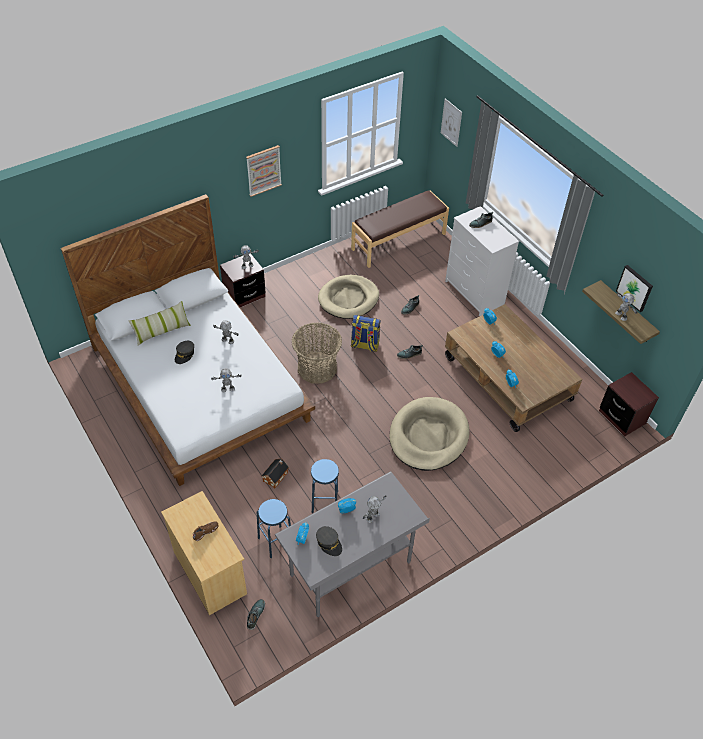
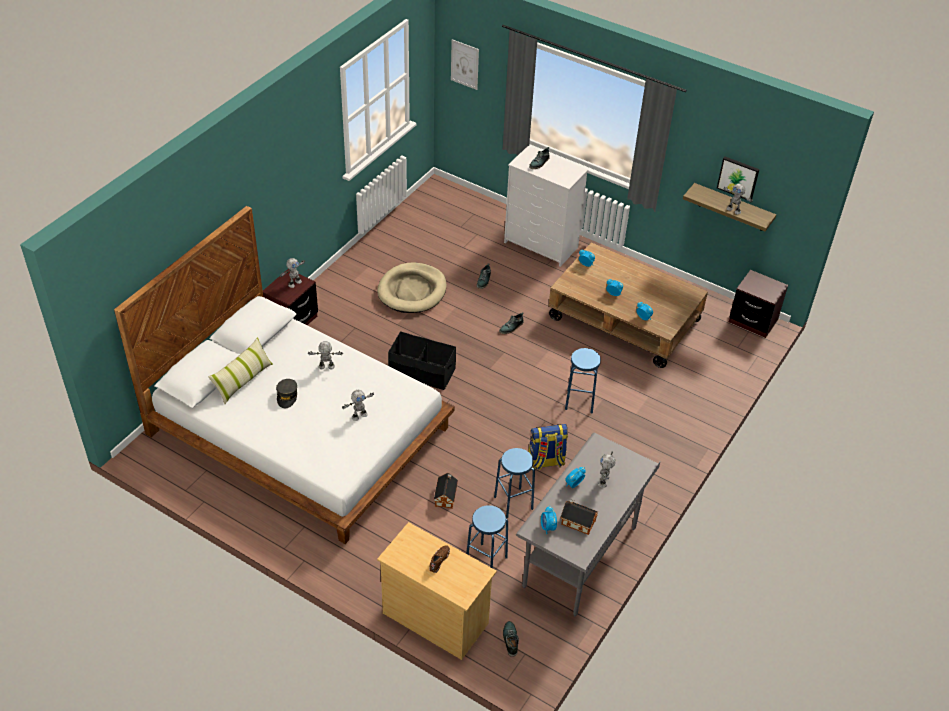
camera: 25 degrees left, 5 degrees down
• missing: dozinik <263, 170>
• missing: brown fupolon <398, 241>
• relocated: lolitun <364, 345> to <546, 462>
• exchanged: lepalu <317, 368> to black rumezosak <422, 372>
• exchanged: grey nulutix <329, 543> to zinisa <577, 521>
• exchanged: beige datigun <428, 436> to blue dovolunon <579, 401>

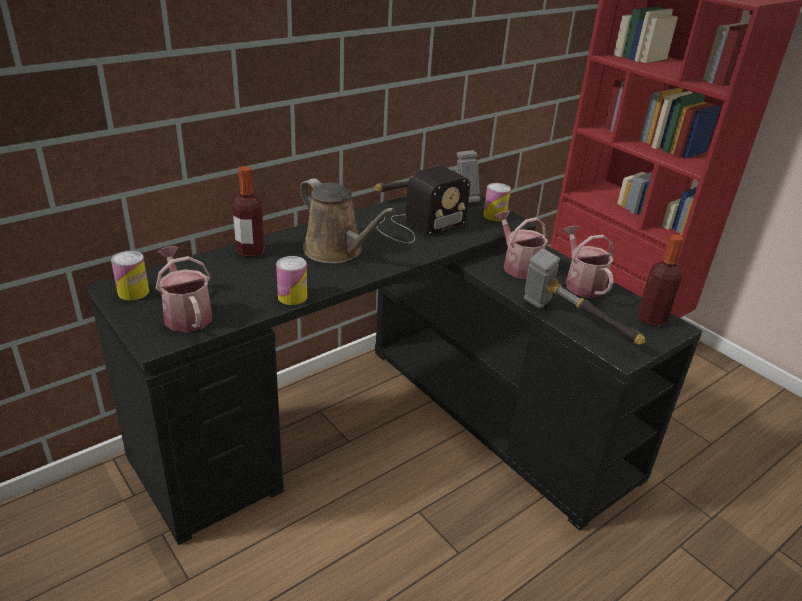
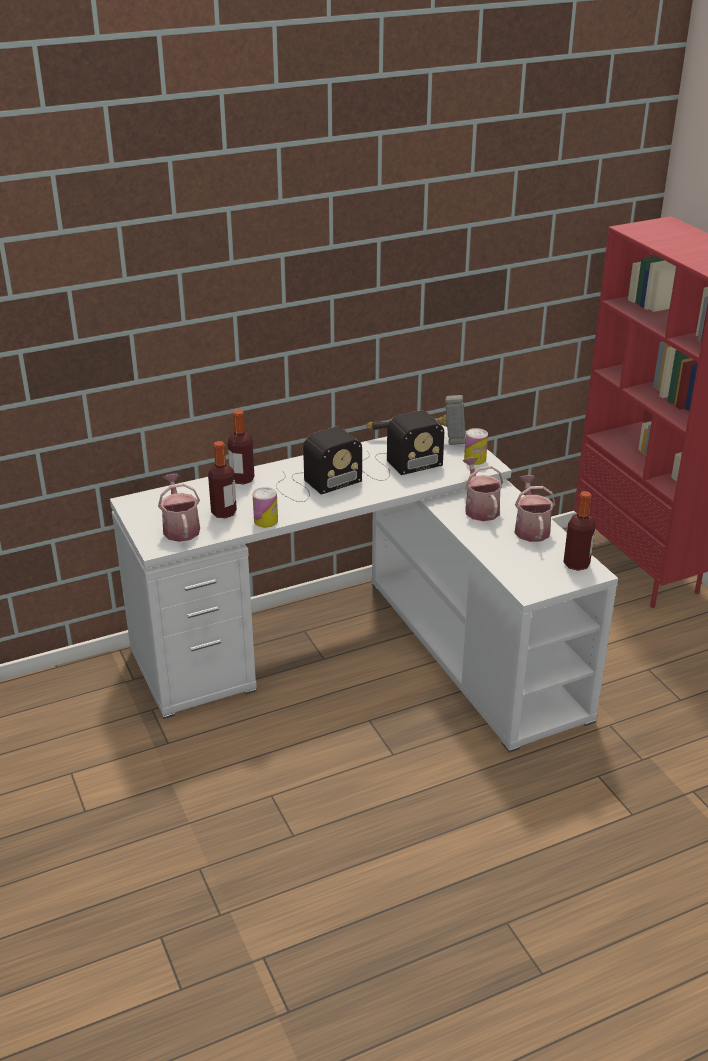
camera: 15 degrees right, 0 degrees up
• missing: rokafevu <133, 292>
• missing: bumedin <574, 324>
• appeared: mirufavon <224, 513>
• exchanged: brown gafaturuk <337, 251> to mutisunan <315, 484>
• colour: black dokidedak <395, 422> to white dokidedak <372, 648>

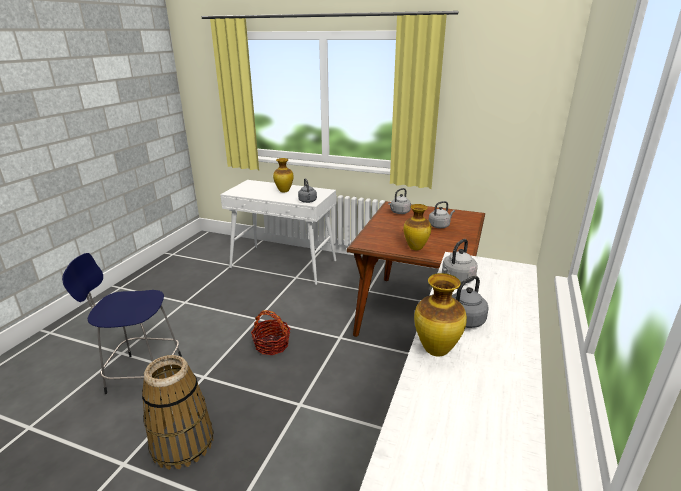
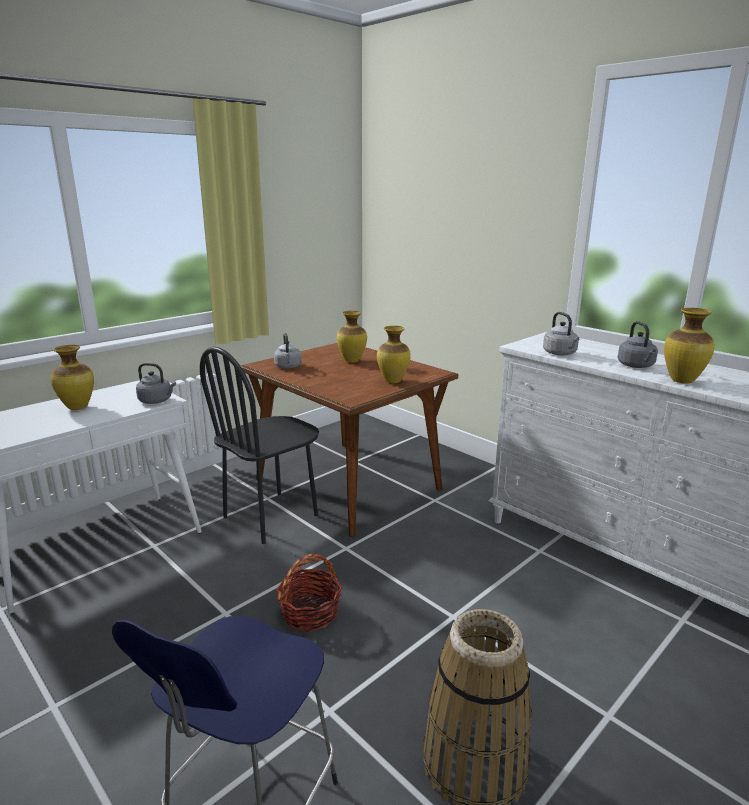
camera: 65 degrees left, 5 degrees down
• appeared: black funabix <271, 516>
• exchanged: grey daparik <440, 225> to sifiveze <351, 361>

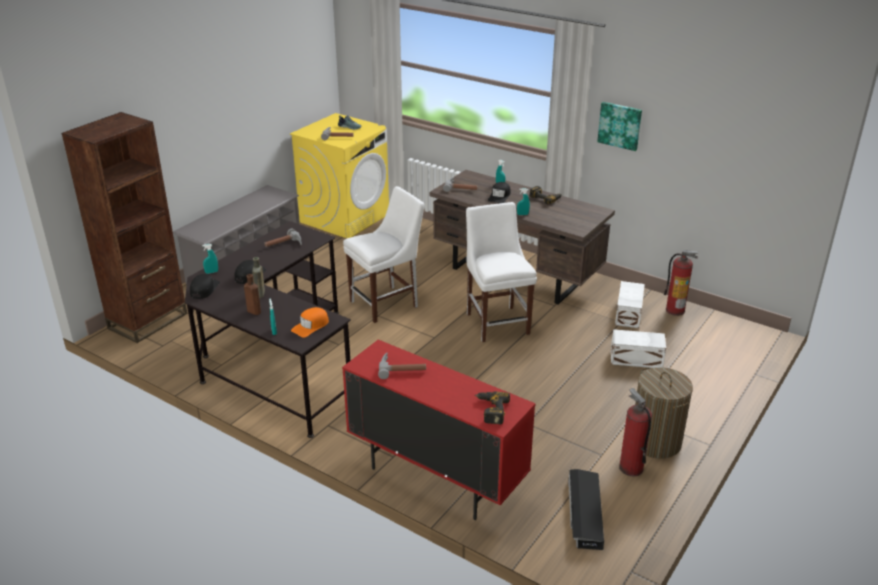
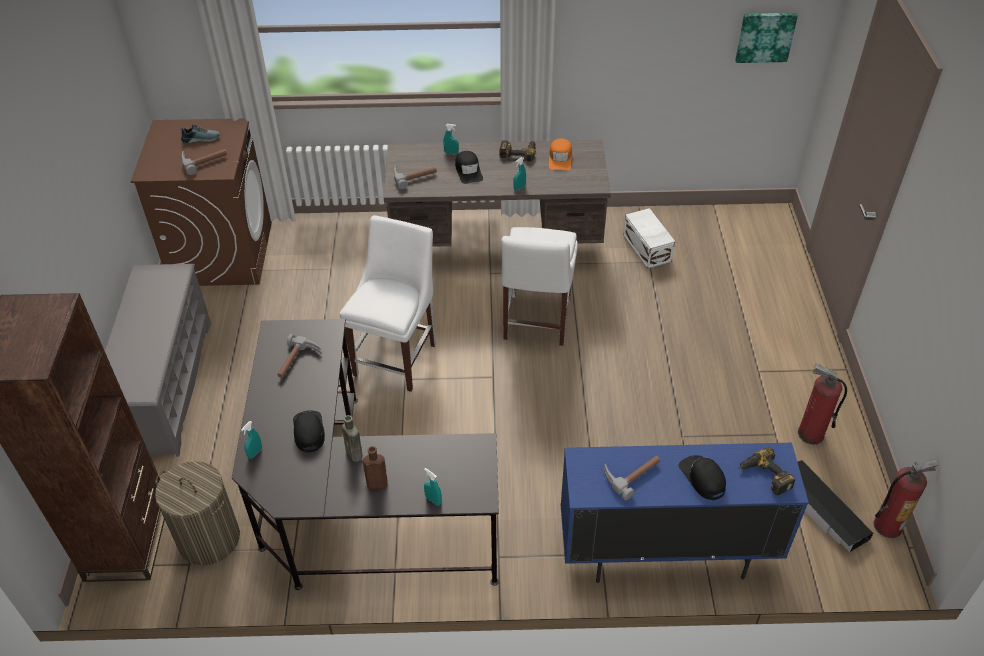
camera: 35 degrees left, 15 degrees up
• missing: white rumezosak <637, 359>
• relocated: black nulutix <204, 289> to <702, 478>
• relocated: orange nulutix <311, 326> to <560, 158>
• relocated: dozinik <620, 125> to <765, 36>
• relocated: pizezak <655, 442> to <209, 539>
• relocated: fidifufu <675, 310> to <888, 525>
• colour: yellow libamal <345, 217> to brown libamal <222, 252>
• colour: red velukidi <435, 478> to blue velukidi <665, 554>
• spun: white funabix <497, 322> = <536, 322> 120 degrees counterclockwise

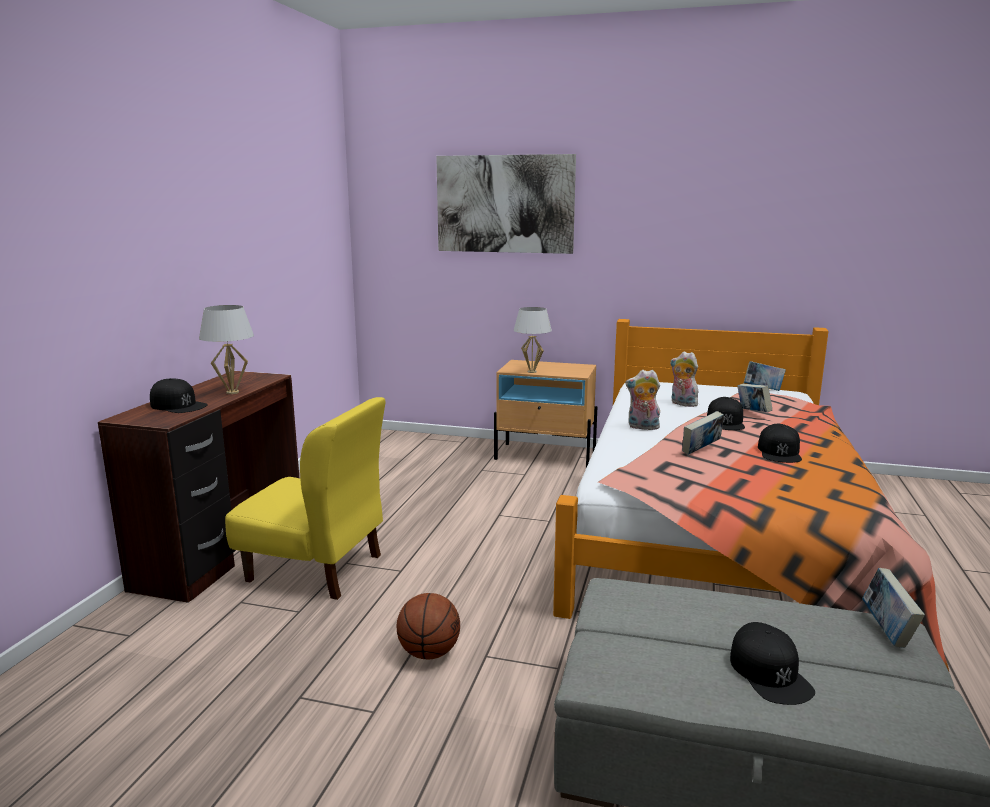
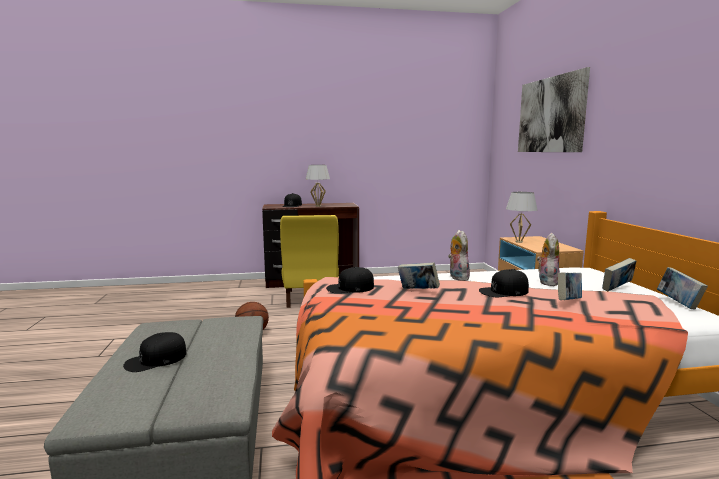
camera: 65 degrees right, 5 degrees down
• relocated: black nulutix <779, 452> to <350, 288>
• relocated: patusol <887, 631> to <617, 289>

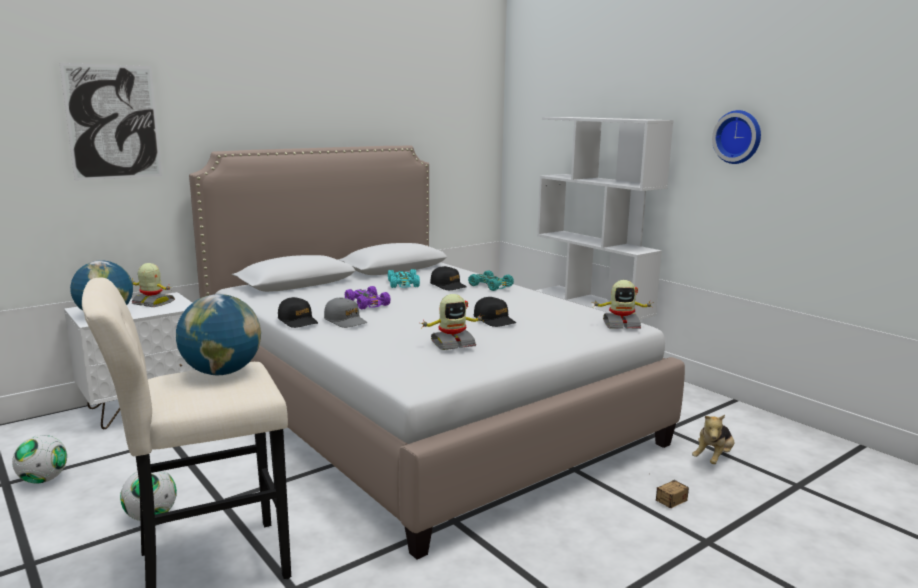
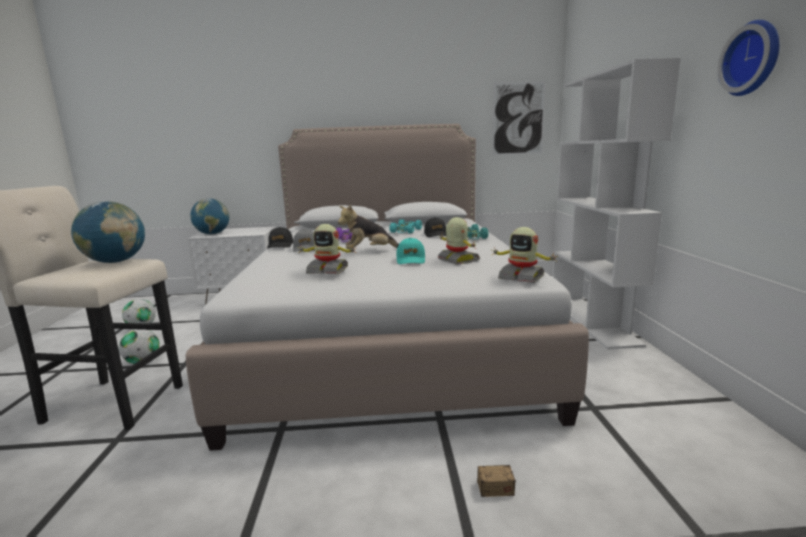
camera: 35 degrees right, 0 degrees up
• relocated: dozinik <113, 122> to <518, 118>
• relocated: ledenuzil <152, 303> to <457, 260>
• relocated: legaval <713, 458> to <369, 252>
• colour: black nulutix <494, 320> to turquoise nulutix <411, 260>

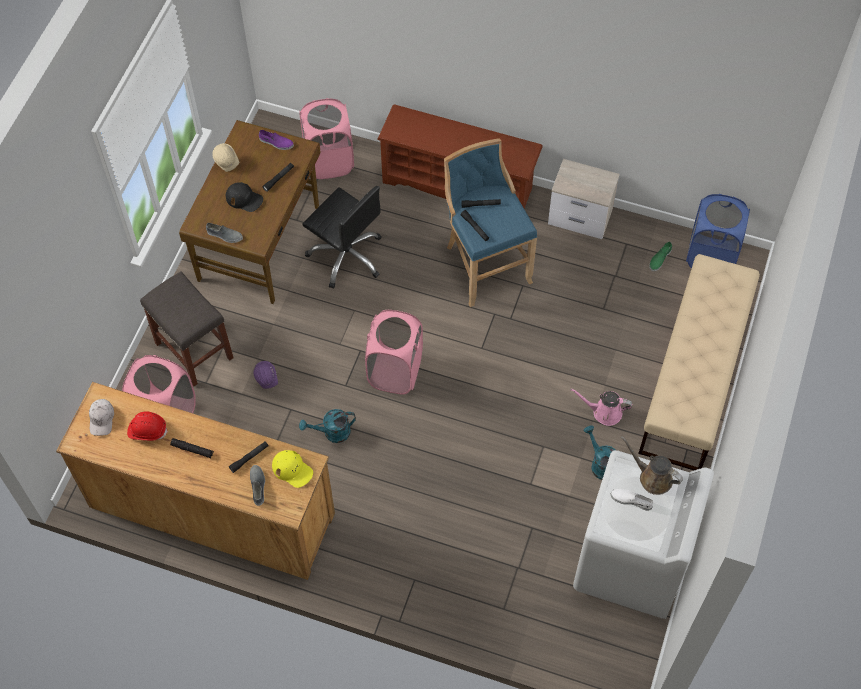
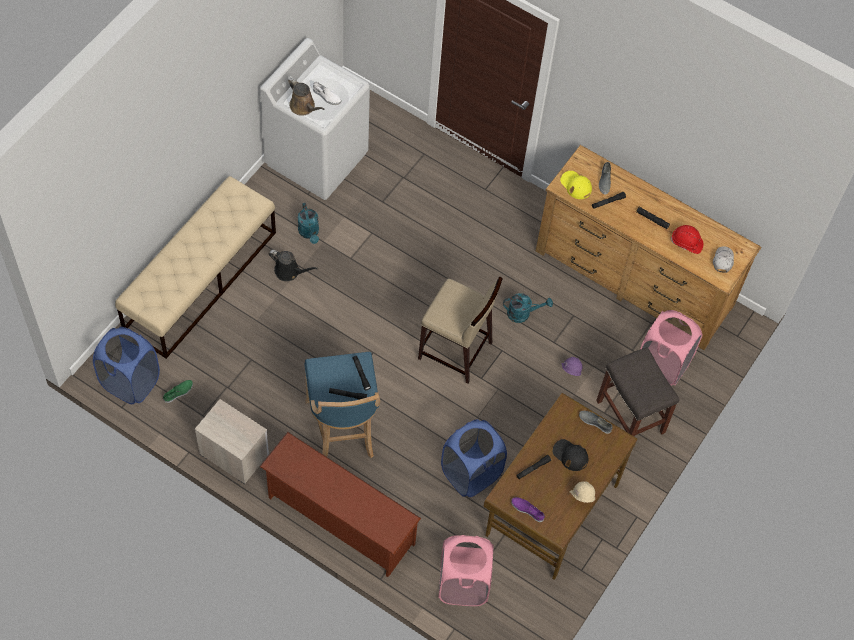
camera: 170 degrees left, 0 degrees up
• exchanged: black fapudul <346, 256> to blue pizezak <471, 473>
• exchanged: pink pizezak <395, 371> to beige dovolunon <455, 351>
• colour: pink gafaturuk <604, 412> to black gafaturuk <289, 271>

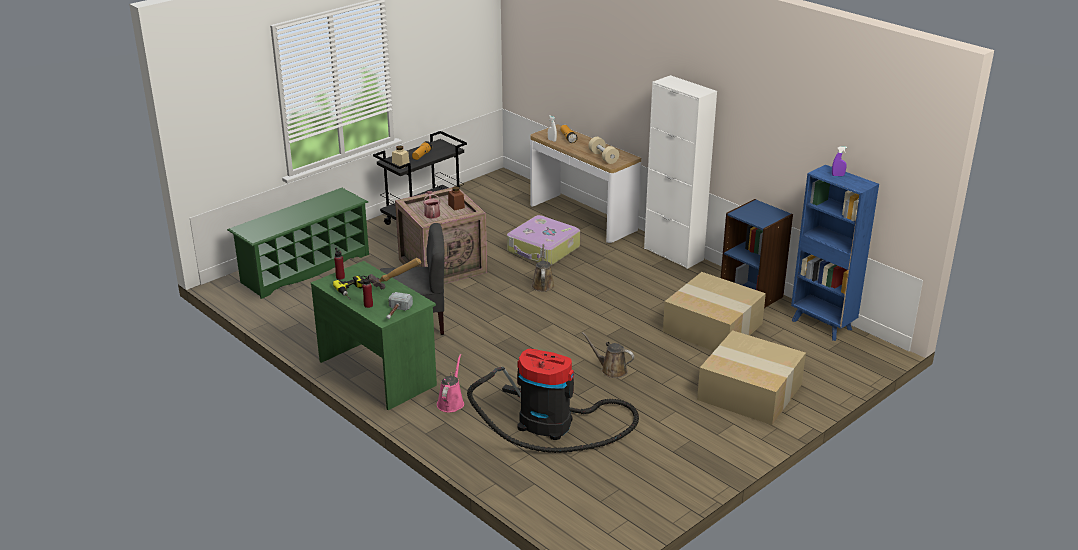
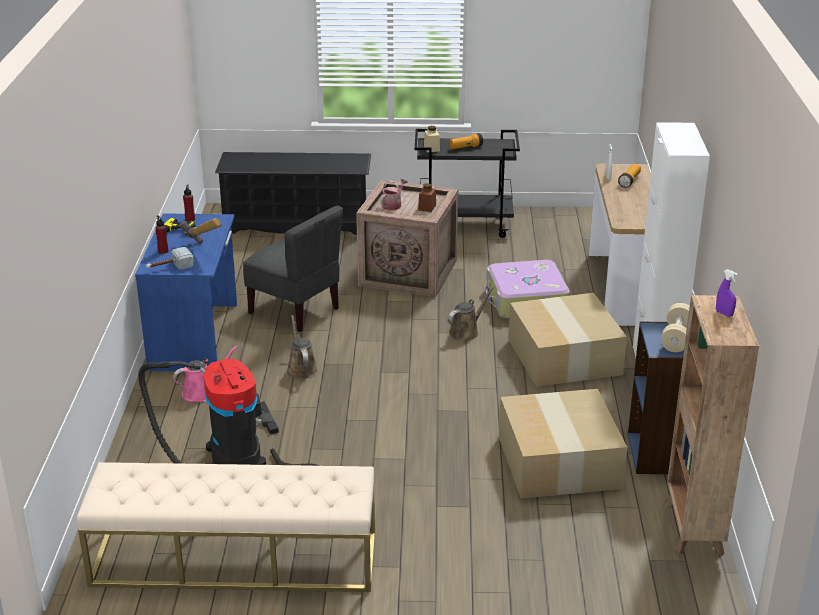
camera: 45 degrees right, 0 degrees up
• appeared: beige fupolon <234, 560>
• relocated: brown gafaturuk <611, 370> to <301, 369>
• relocated: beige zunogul <603, 157> to <676, 338>
• relocated: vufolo <748, 392> to <562, 356>
• colour: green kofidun <305, 268> to black kofidun <297, 224>
• colour: green dokidedak <378, 372> to blue dokidedak <196, 336>
• colour: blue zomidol <822, 325> to brown zomidol <692, 531>

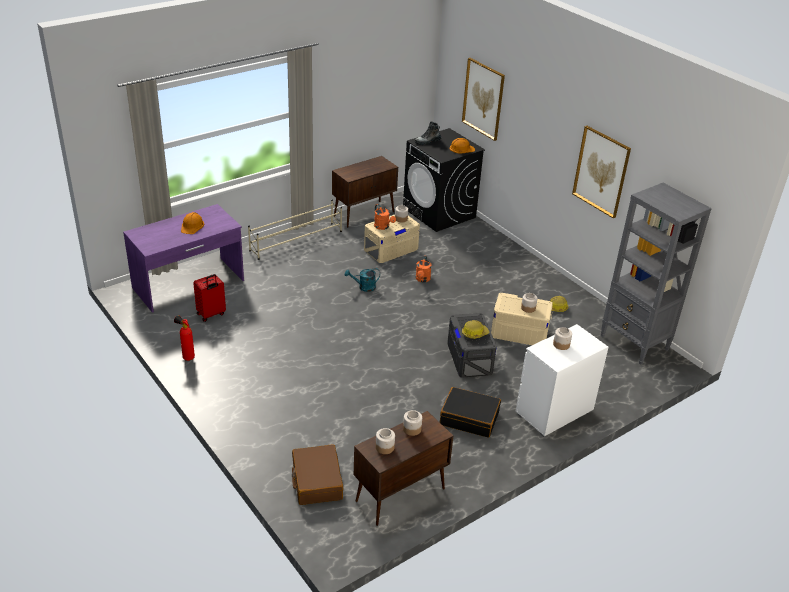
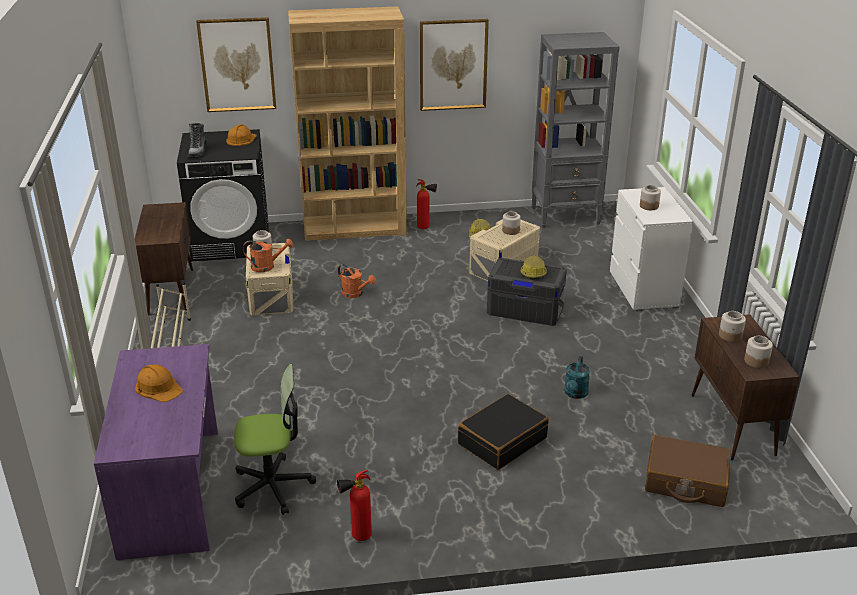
camera: 60 degrees left, 5 degrees down
• appeared: brown zomidol <355, 228>
• appeared: fidifufu <426, 228>
• relocated: turquoise gafaturuk <364, 287> to <575, 394>
• relocated: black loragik <469, 418> to <502, 441>
• exchanged: red loragik <211, 314> to fapudul <273, 486>

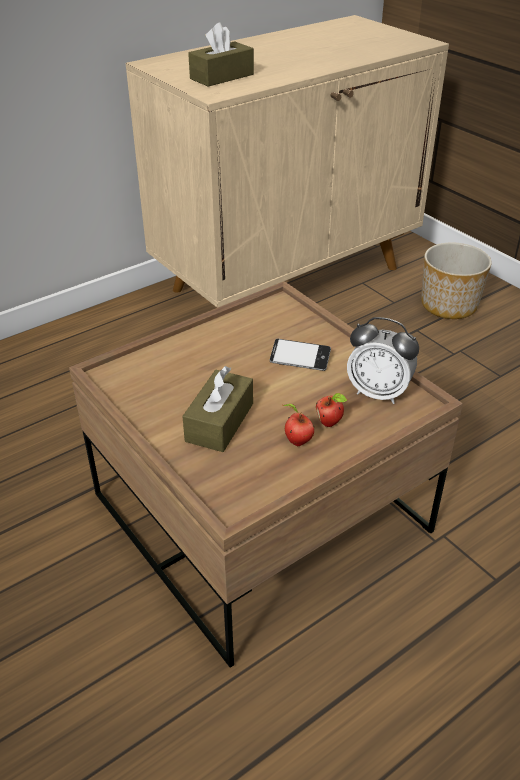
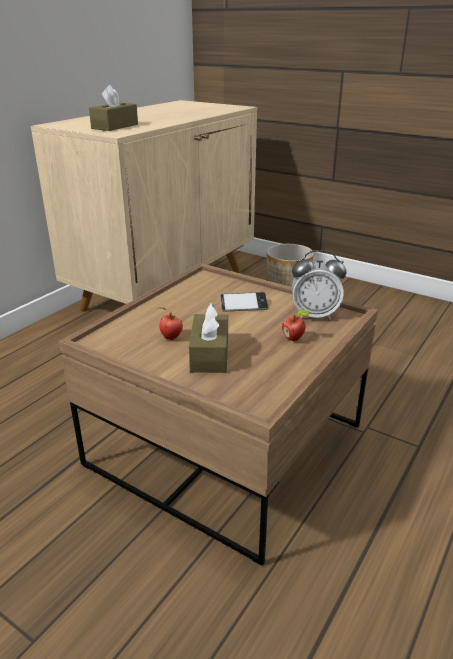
camera: 20 degrees left, 10 degrees down
• relocated: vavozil <297, 441> to <170, 338>

